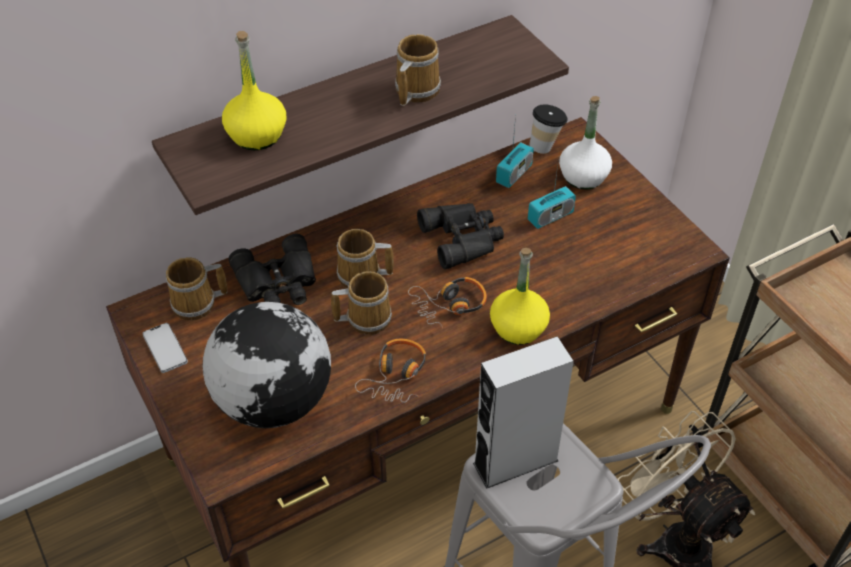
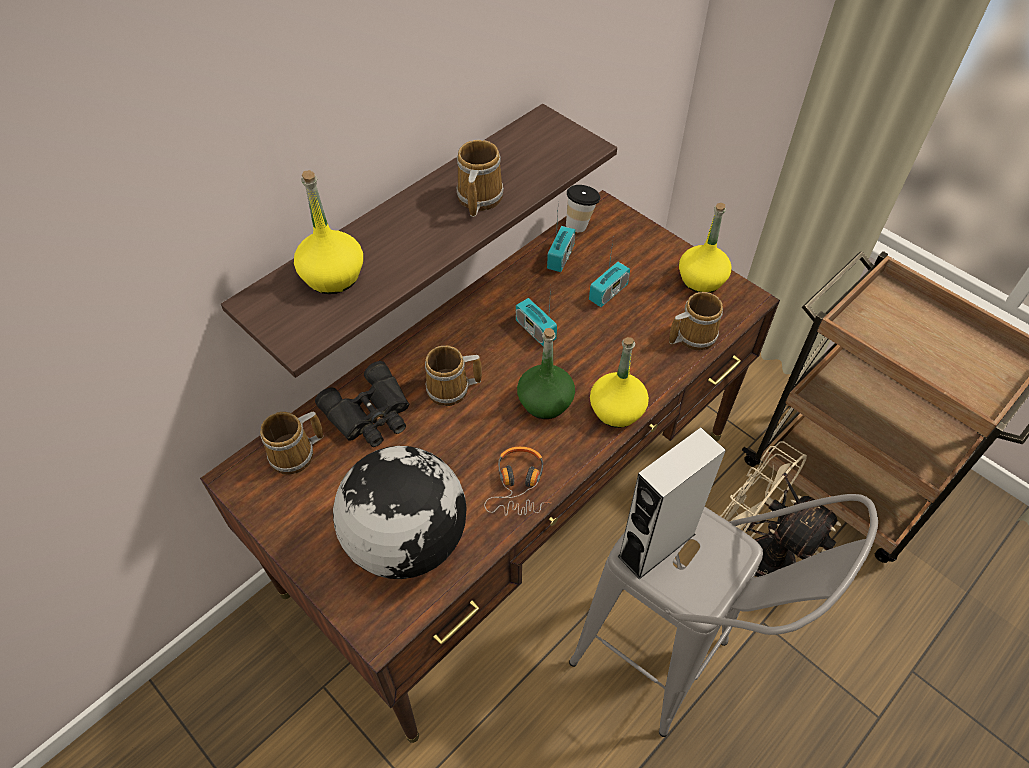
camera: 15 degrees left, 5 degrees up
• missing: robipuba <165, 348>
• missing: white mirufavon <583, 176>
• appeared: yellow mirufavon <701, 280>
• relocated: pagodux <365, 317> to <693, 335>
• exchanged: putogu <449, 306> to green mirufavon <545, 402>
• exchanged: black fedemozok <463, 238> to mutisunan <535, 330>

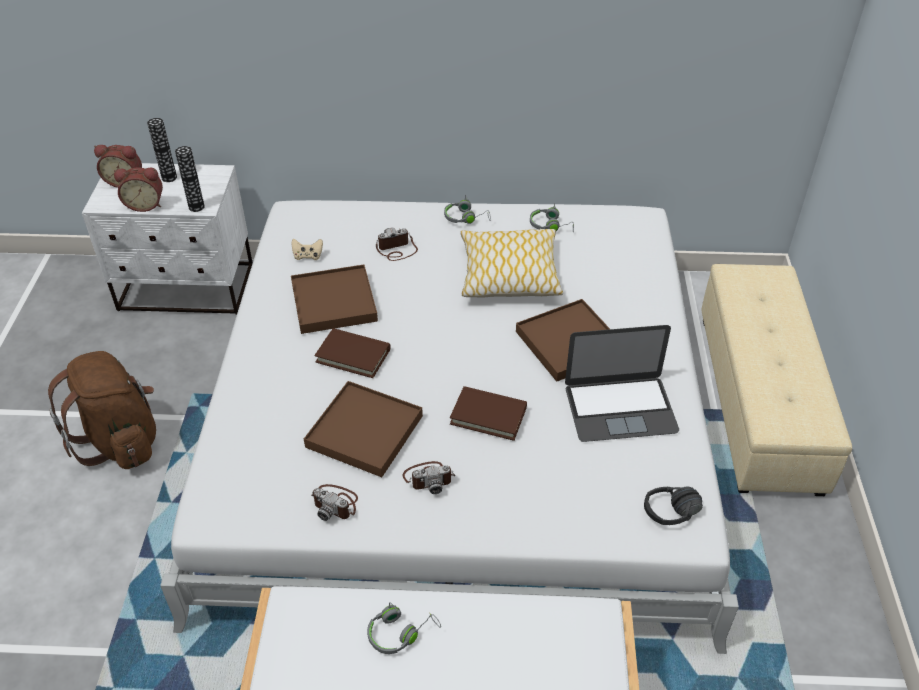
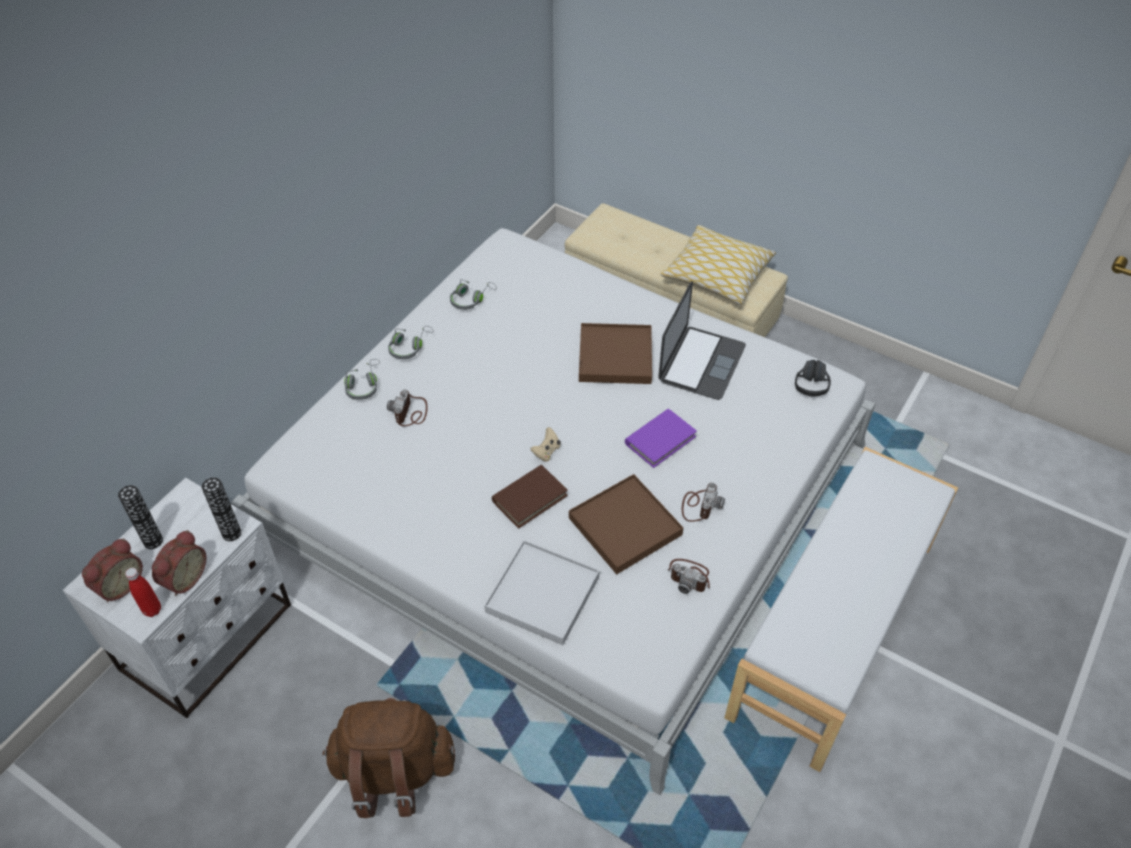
camera: 60 degrees left, 5 degrees up
• missing: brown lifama <333, 302>
• appeared: red mirufavon <152, 610>
• appeared: white lifama <543, 594>
• relocated: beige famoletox <308, 256> to <546, 451>
• relocated: grey putogu <400, 632> to <363, 385>
• relocated: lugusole <509, 274> to <717, 275>
• colour: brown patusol <488, 415> to purple patusol <660, 440>
• spun: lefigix <336, 503> = <689, 577> 60 degrees clockwise

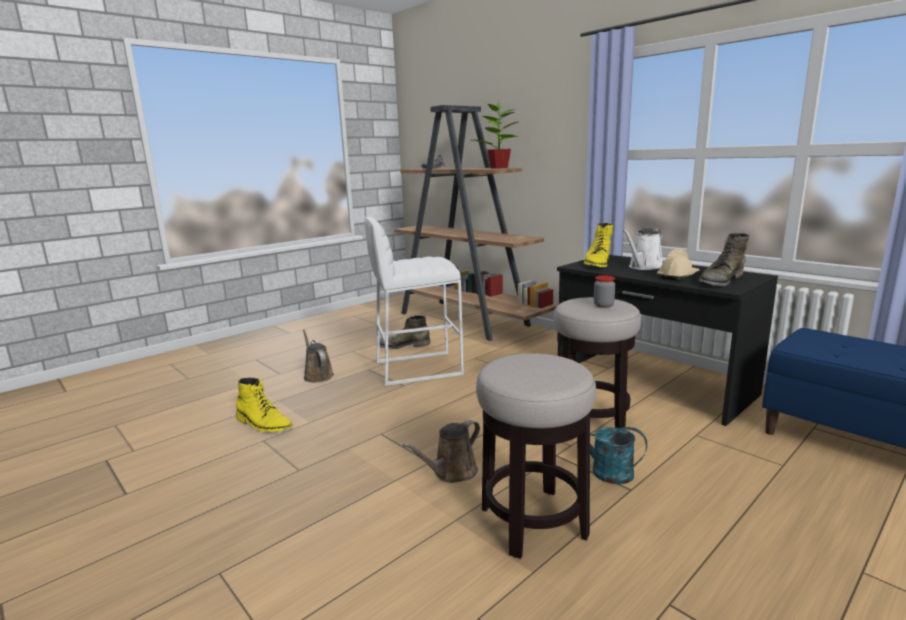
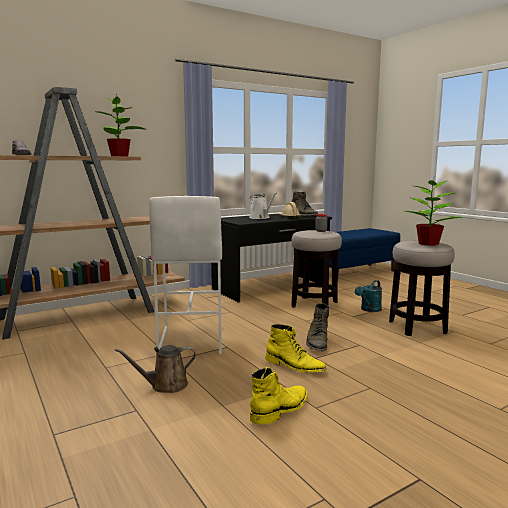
camera: 80 degrees left, 5 degrees down
• missing: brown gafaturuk <452, 473>
• appeared: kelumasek <429, 244>
• relocated: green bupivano <404, 345> to <317, 342>
• relocated: yellow bupivano <597, 263> to <294, 366>

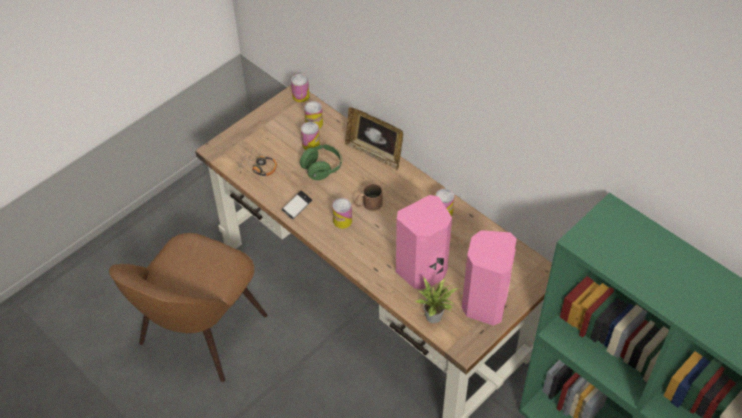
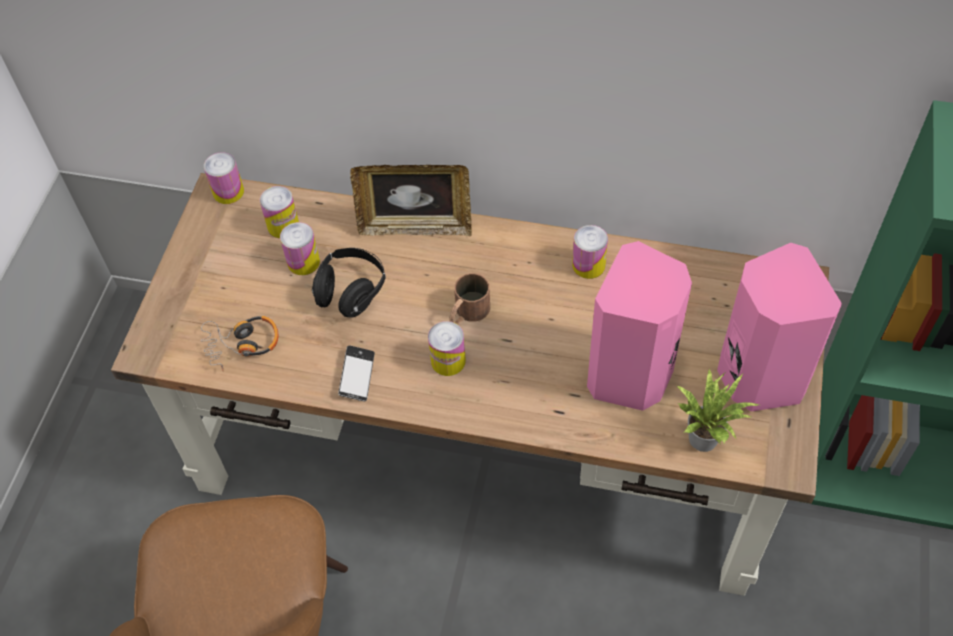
camera: 30 degrees left, 5 degrees up
• colour: green putogu <322, 168> to black putogu <351, 292>

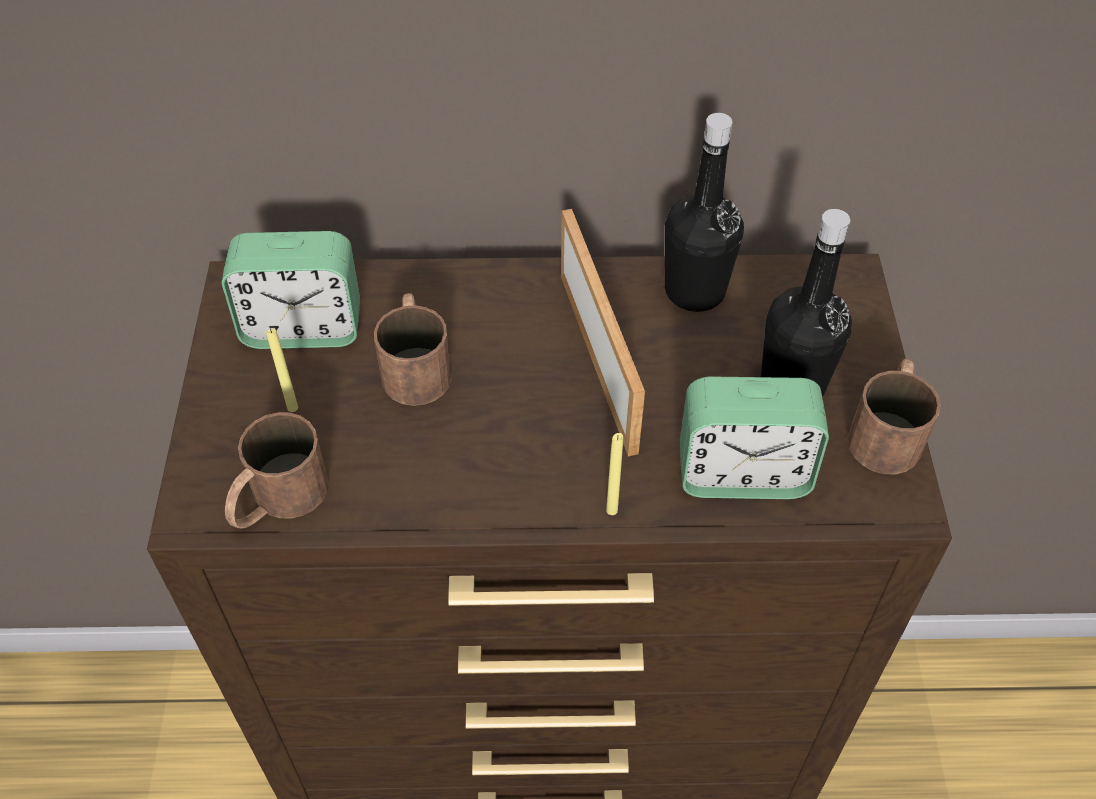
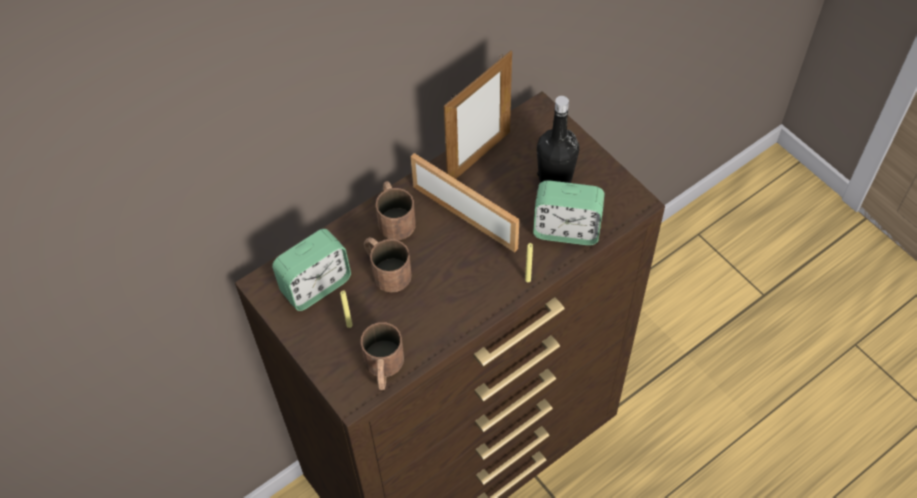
camera: 35 degrees left, 5 degrees up
• relocated: brown pagodux <887, 429> to <394, 217>
• exchanged: black mirufavon <695, 291> to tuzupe <478, 157>
• spun: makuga <742, 473> = <566, 230> 45 degrees clockwise

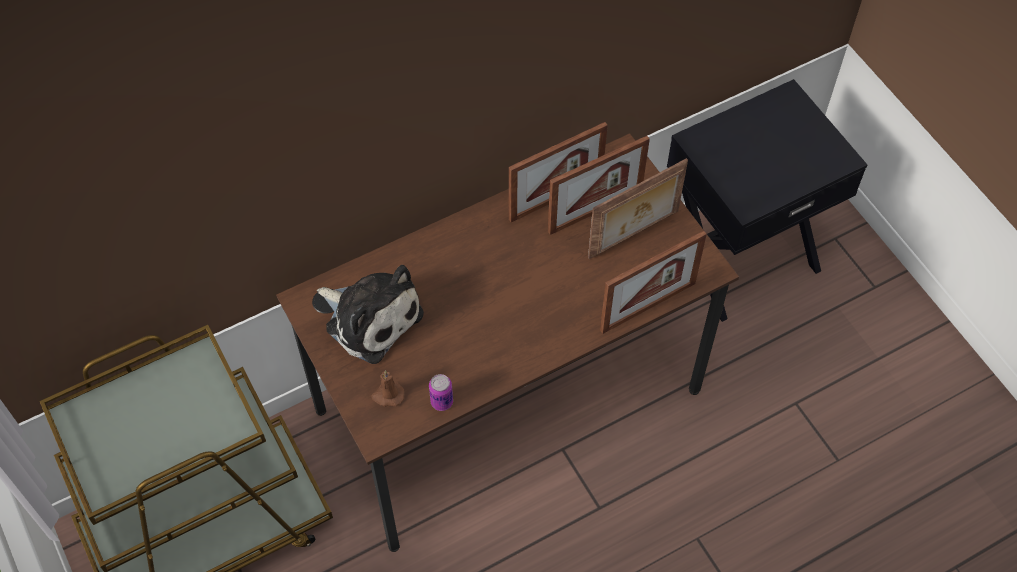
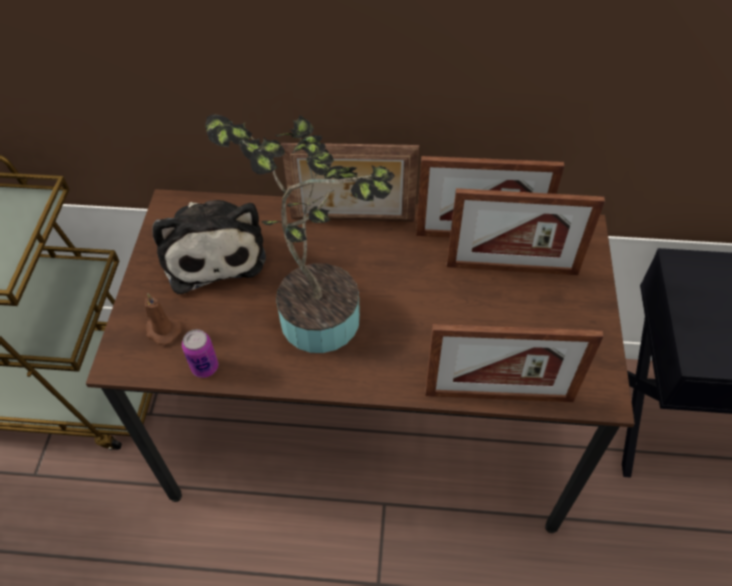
camera: 35 degrees right, 5 degrees down
• appeared: kelumasek <319, 310>
• relocated: tuzupe <634, 235> to <352, 221>

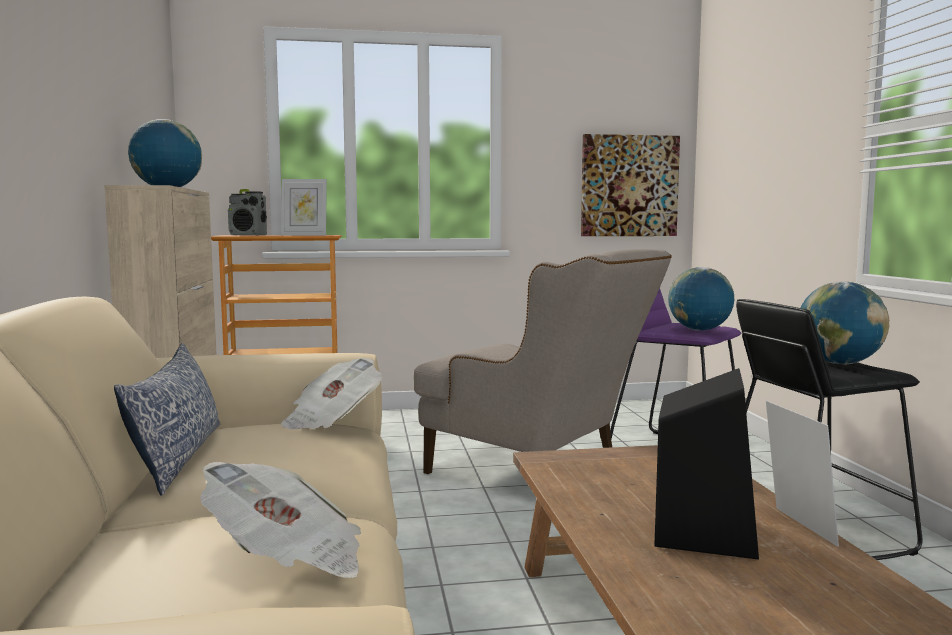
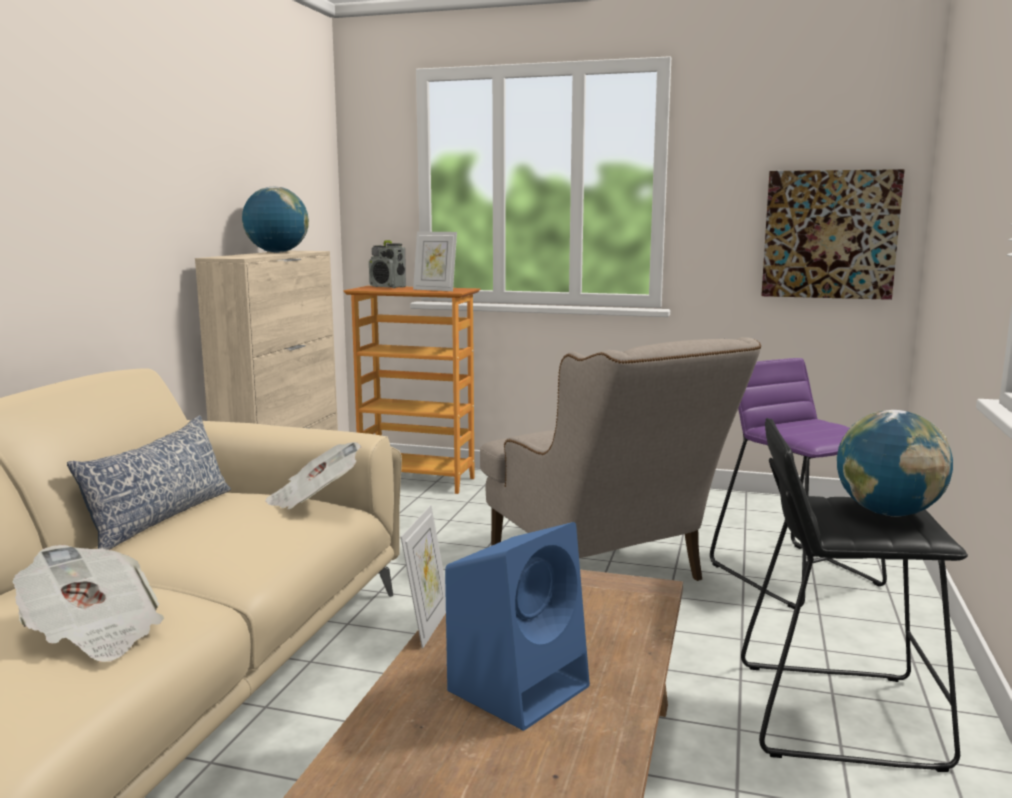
camera: 25 degrees right, 5 degrees up
• missing: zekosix <699, 330>
• relocated: tuzupe <797, 527> to <427, 625>
• colour: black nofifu <704, 531> to blue nofifu <520, 686>

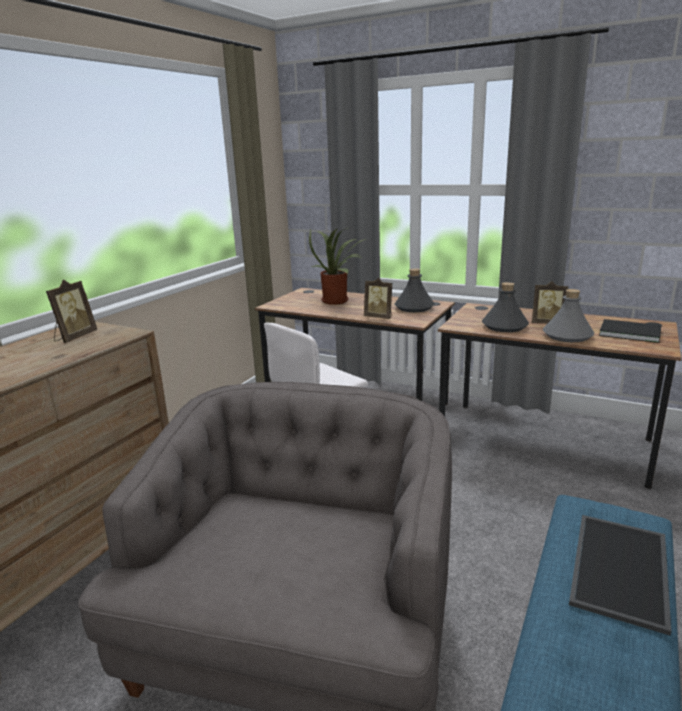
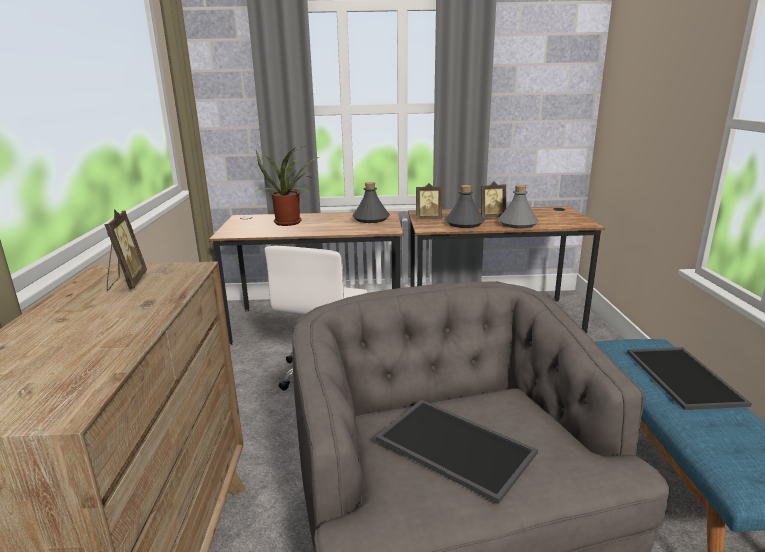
camera: 30 degrees left, 0 degrees up
• missing: black patusol <628, 332>
• appeared: lifama <452, 447>
• relocated: tuzupe <379, 317> to <428, 219>

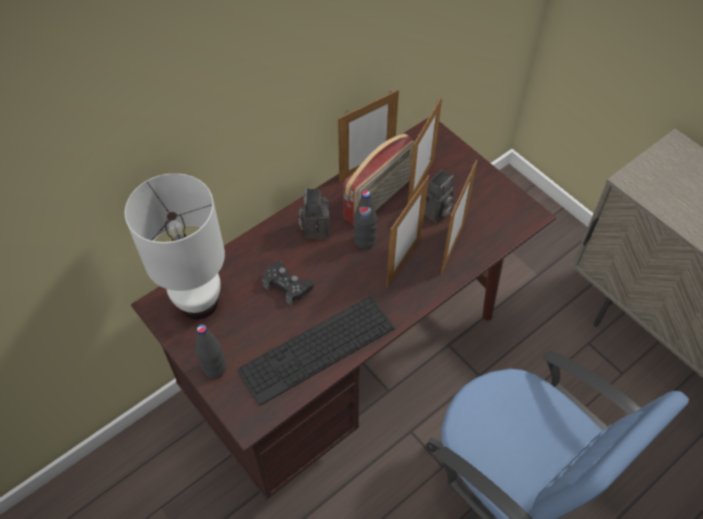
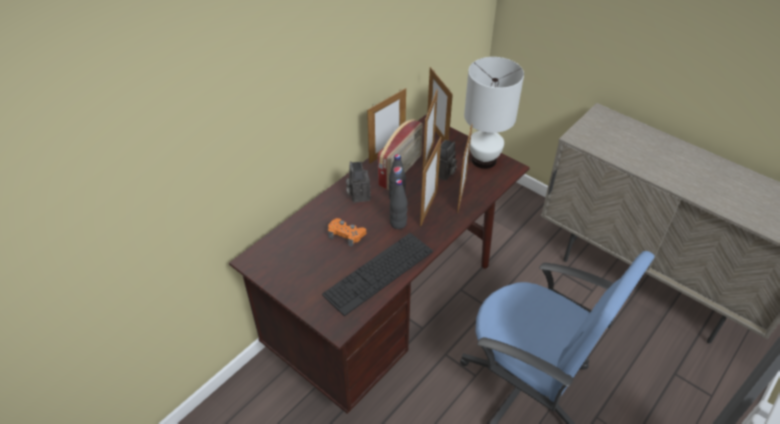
camera: 10 degrees left, 10 degrees down
• appeared: tuzupe <437, 133>
• relocated: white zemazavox <199, 302> to <483, 159>
• relocated: black mirufavon <214, 369> to <398, 223>
• colour: black famoletox <287, 285> to orange famoletox <346, 234>

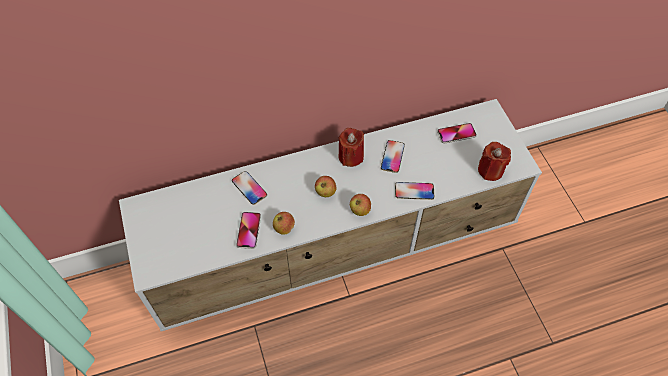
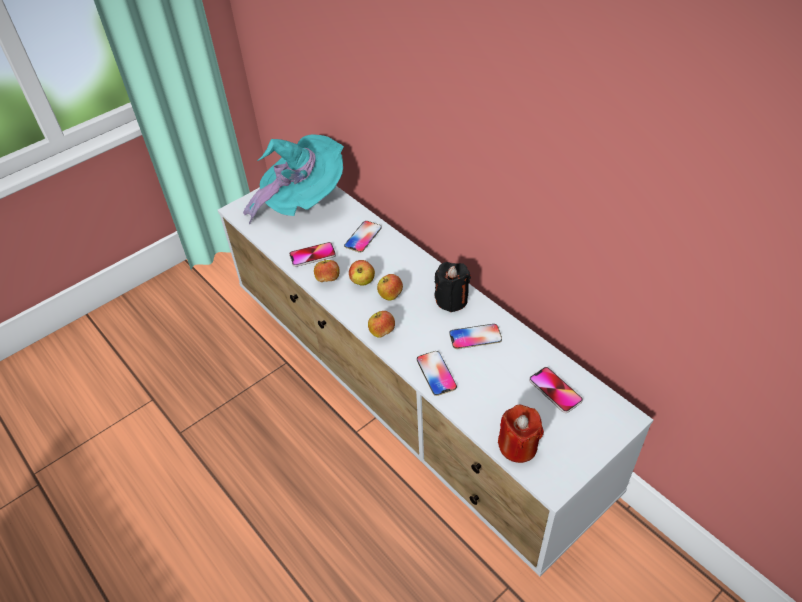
camera: 70 degrees right, 10 degrees down
• appeared: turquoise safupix <303, 201>
• appeared: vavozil <362, 281>
• colour: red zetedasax <351, 156> to black zetedasax <451, 300>

